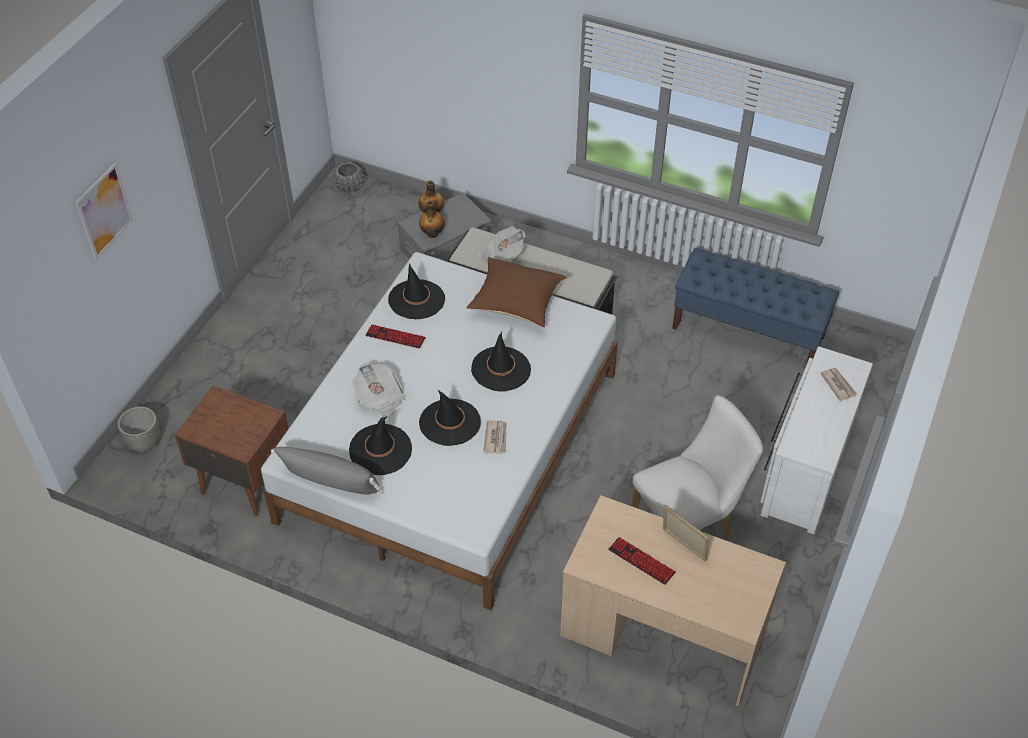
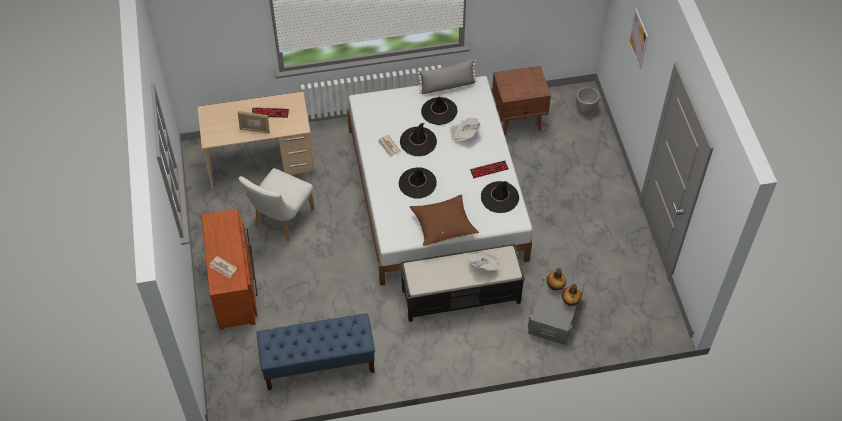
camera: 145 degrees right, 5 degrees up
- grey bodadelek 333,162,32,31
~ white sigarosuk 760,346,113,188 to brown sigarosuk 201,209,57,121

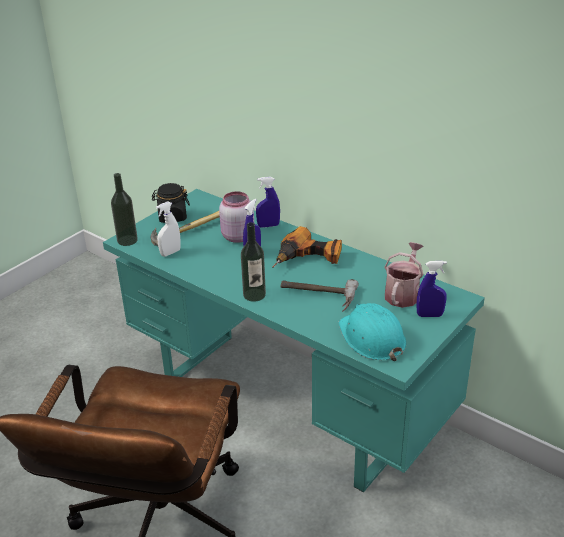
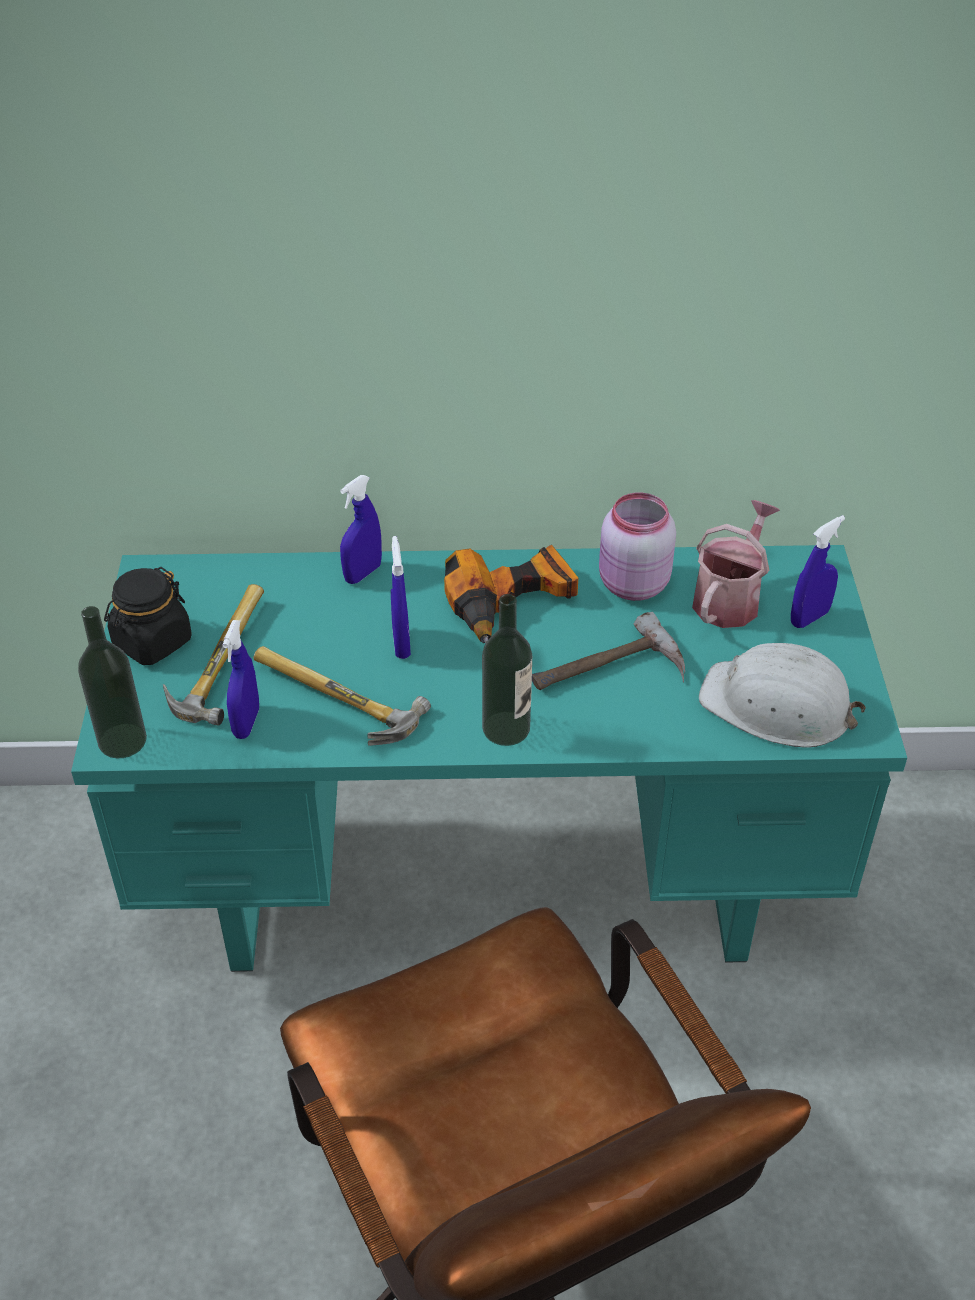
camera: 40 degrees left, 10 degrees up
~ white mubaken 156,201,25,56 to blue mubaken 223,620,36,119
~ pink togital 219,191,35,52 to 599,492,77,109
~ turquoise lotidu 338,303,68,58 to white lotidu 699,643,167,105
~ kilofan 384,242,40,66 = 692,500,88,128 45 degrees clockwise
+ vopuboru 254,646,177,100

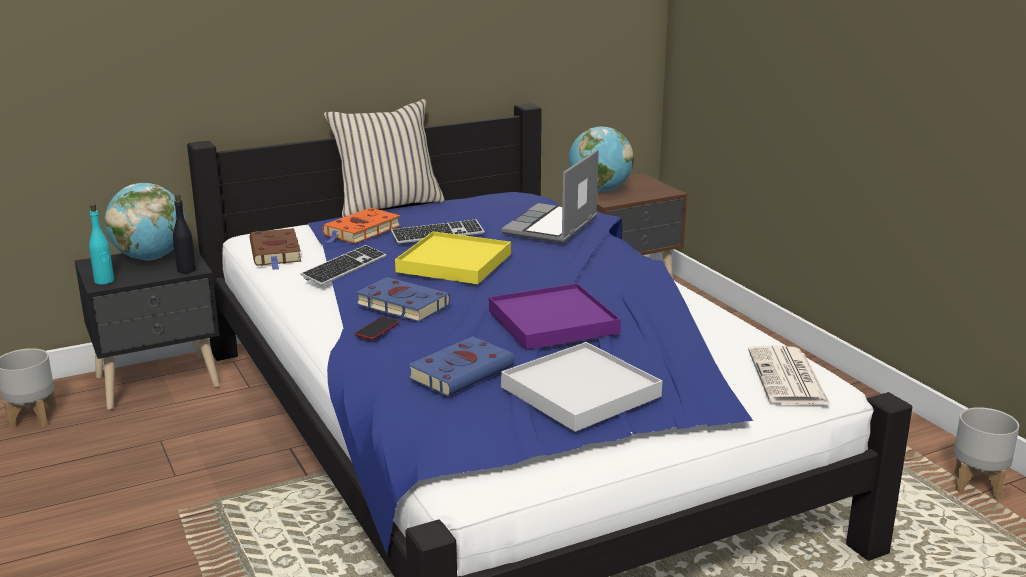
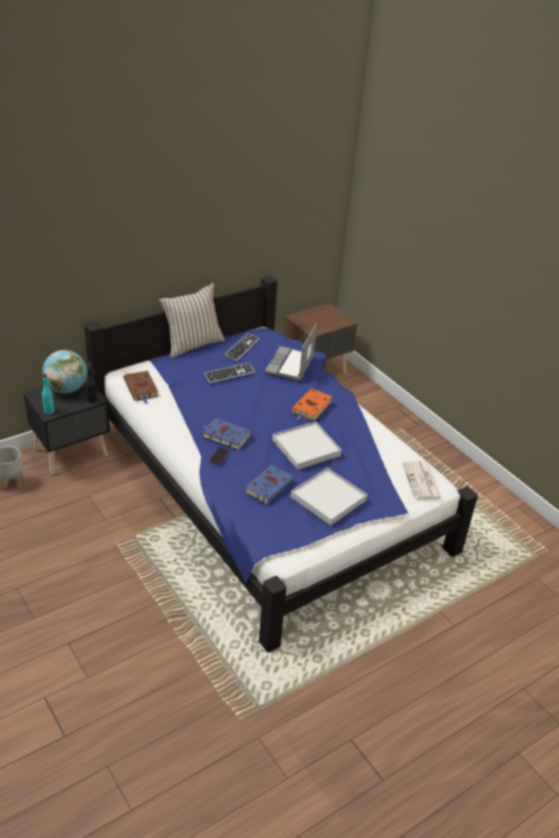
camera: 10 degrees left, 15 degrees up
~ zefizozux 300,245,87,40 to 225,333,34,28
~ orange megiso 322,208,79,36 to 291,389,41,32
- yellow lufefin 395,231,116,53
~ purple lufefin 489,283,132,67 to white lufefin 272,421,70,49
- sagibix 569,127,65,65
- grey bodadelek 954,407,65,93

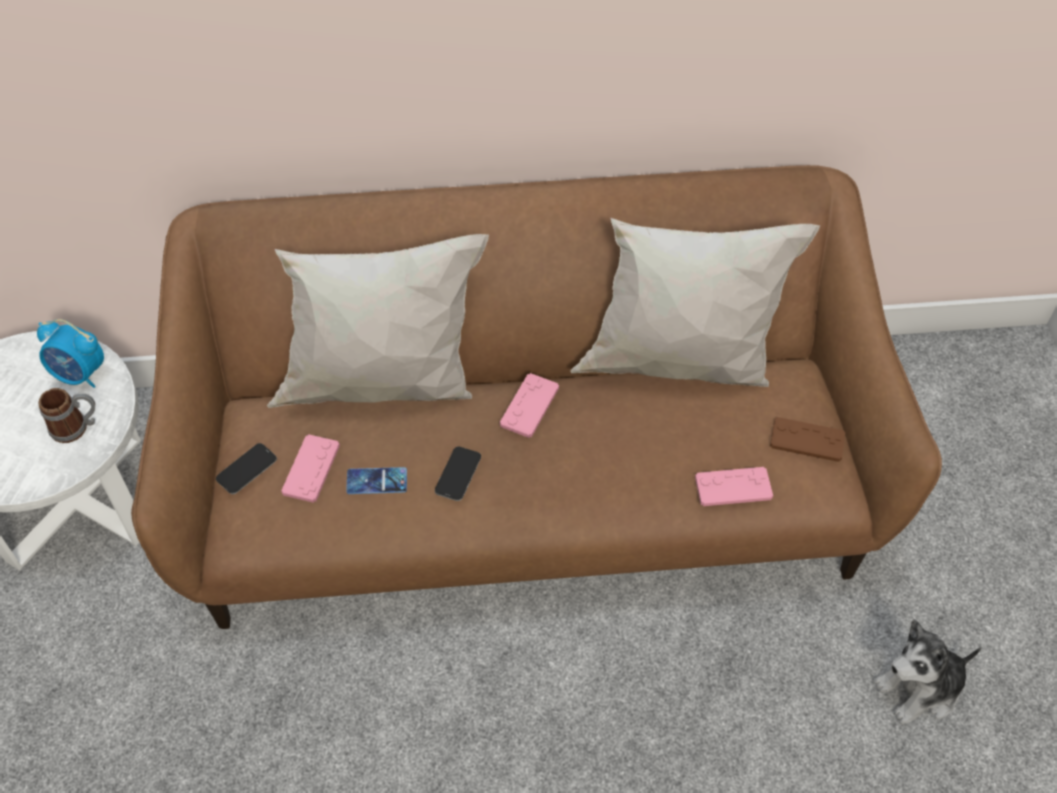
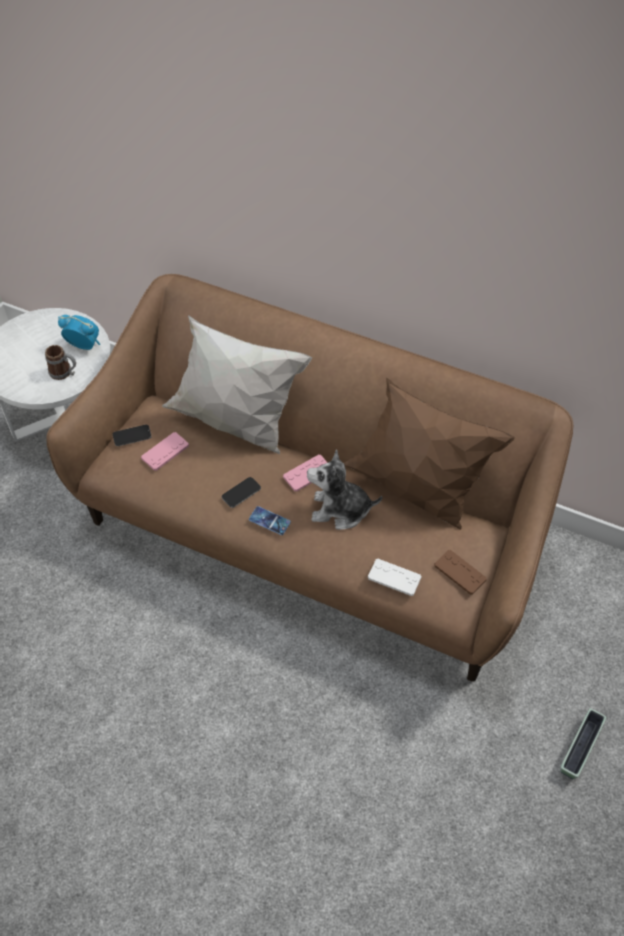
camera: 30 degrees right, 0 degrees up
~ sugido 37,319,67,69 = 58,315,42,35 150 degrees clockwise
~ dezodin 346,467,61,27 to 249,506,42,29
~ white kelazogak 570,218,250,169 to brown kelazogak 343,377,172,153
~ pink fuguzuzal 695,467,78,39 to white fuguzuzal 368,559,53,37
~ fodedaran 874,619,108,106 to 307,449,76,81
+ bodadelek 560,708,47,71

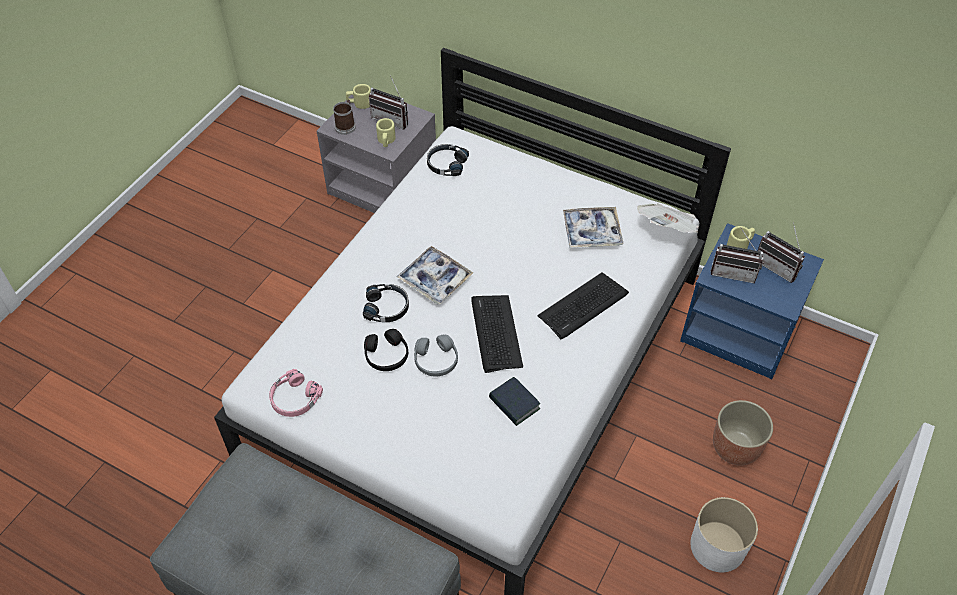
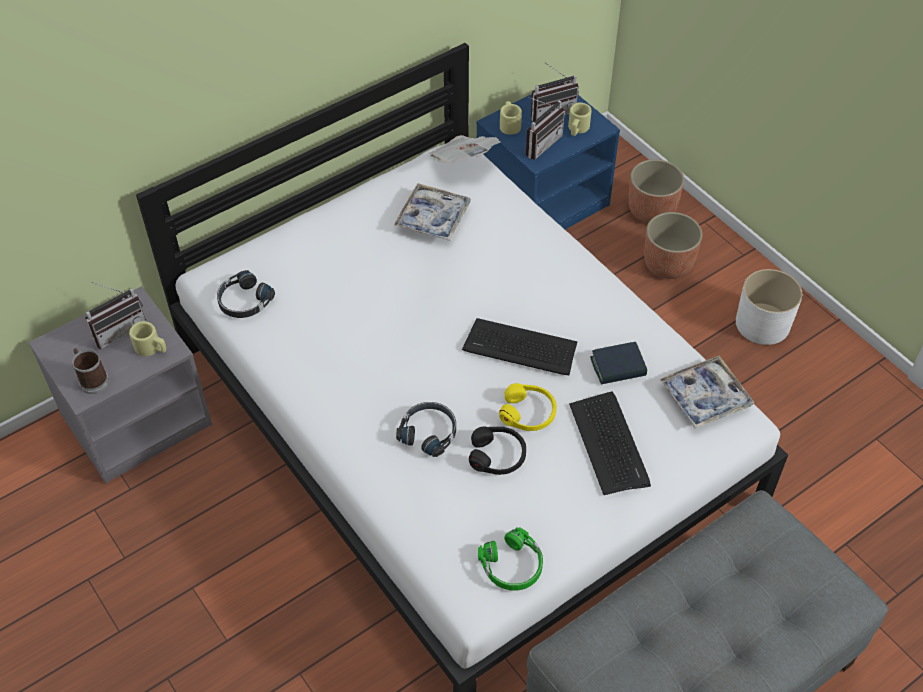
camera: 65 degrees left, 0 degrees up
~ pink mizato 269,369,54,48 to green mizato 478,527,65,64
~ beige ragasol 346,84,25,25 to 568,103,24,33
~ lufefin 397,246,76,58 to 660,355,95,74
~ grey mizato 414,334,44,43 to yellow mizato 499,383,58,48
~ zefizozux 538,272,91,67 to 569,391,82,104
+ bodadelek 628,159,56,64

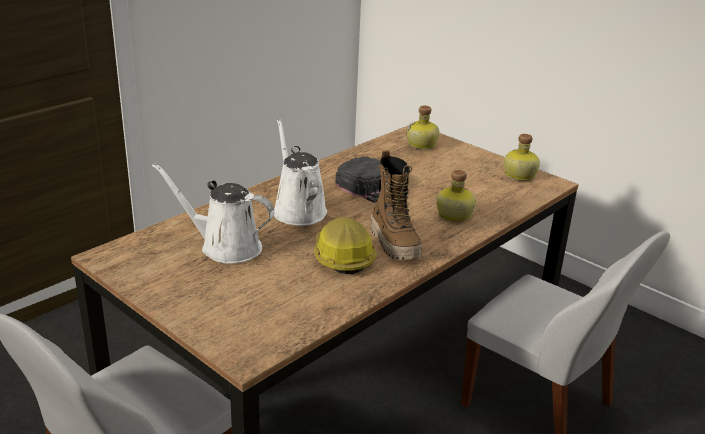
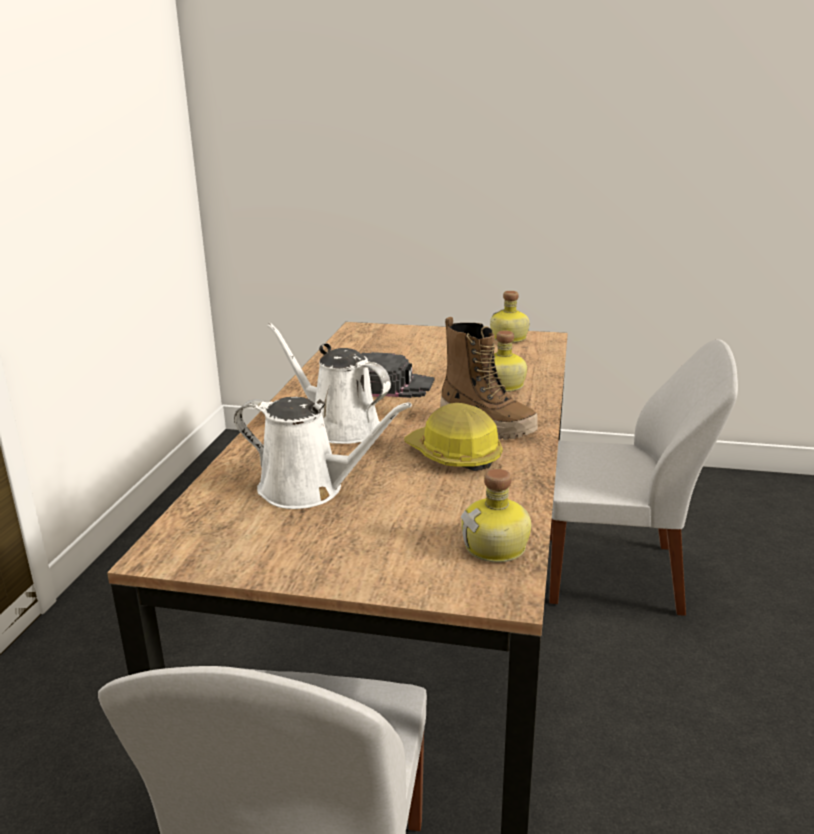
camera: 30 degrees left, 5 degrees down
~ white kilofan 152,163,123,101 = 234,397,178,112 150 degrees counterclockwise
~ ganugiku 406,105,34,44 to 461,469,70,93

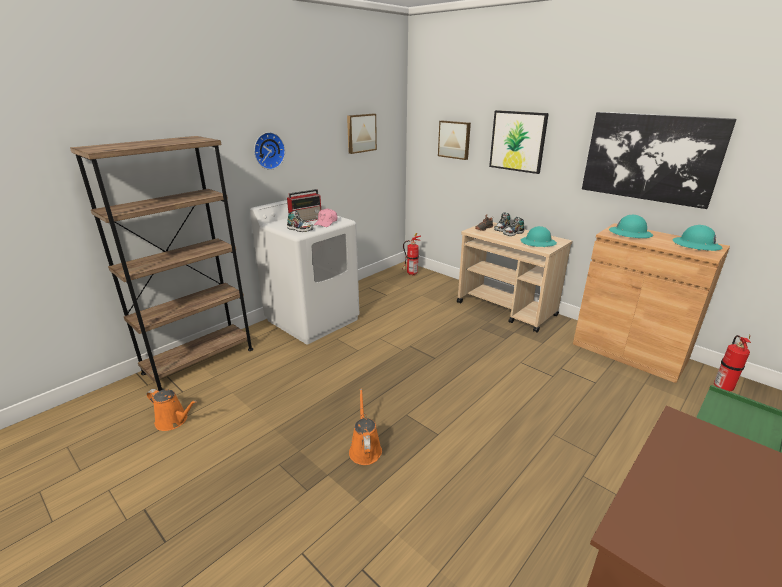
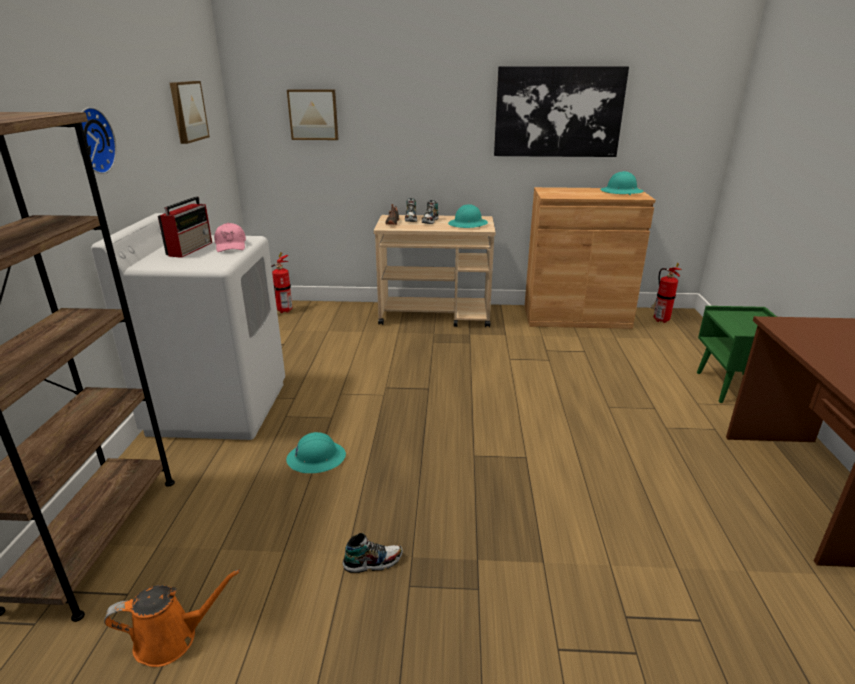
camera: 40 degrees left, 0 degrees up
~ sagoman 287,210,26,22 to 343,533,60,40
- orange kilofan 349,388,33,77
- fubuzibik 489,110,60,64
~ turquoise lotidu 609,215,44,23 to 286,432,60,41

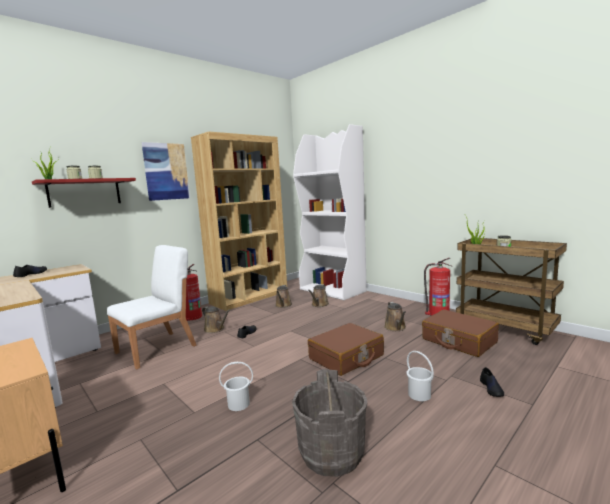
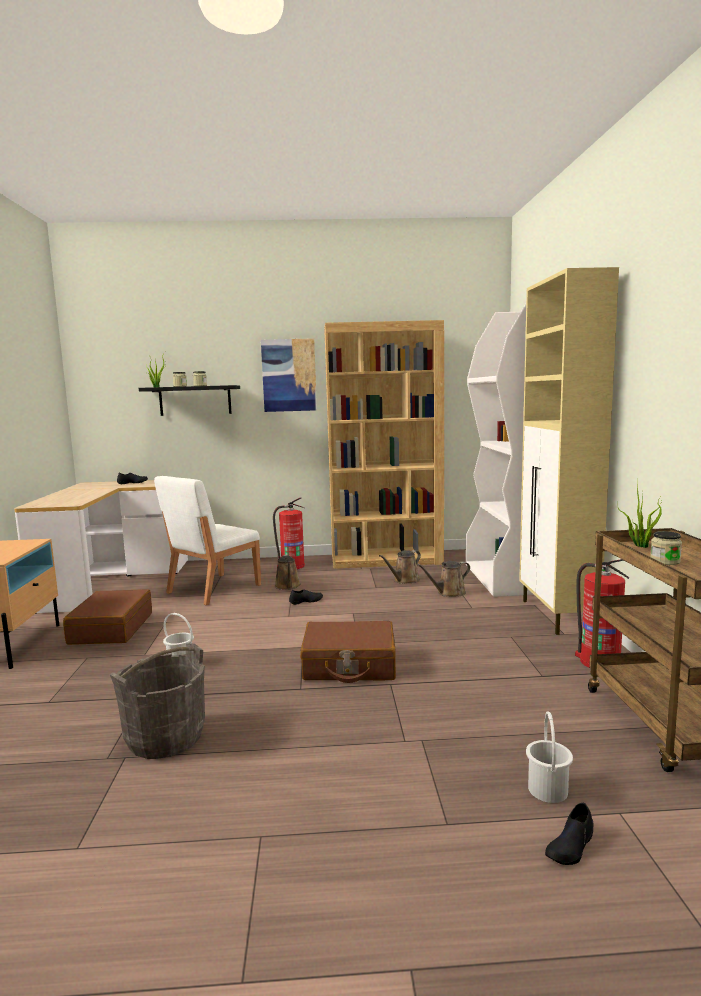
camera: 40 degrees right, 0 degrees up
~ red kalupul 32,178,104,30 to black kalupul 139,385,101,31
~ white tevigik 107,245,90,125 = 154,476,107,129 135 degrees clockwise
- brown kilofan 384,302,22,29
~ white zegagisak 406,351,28,50 to 526,712,47,91
~ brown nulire 422,309,77,48 to 63,589,89,56
~ black sagoman 480,367,24,30 to 545,802,49,63
+ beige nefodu 519,267,100,368

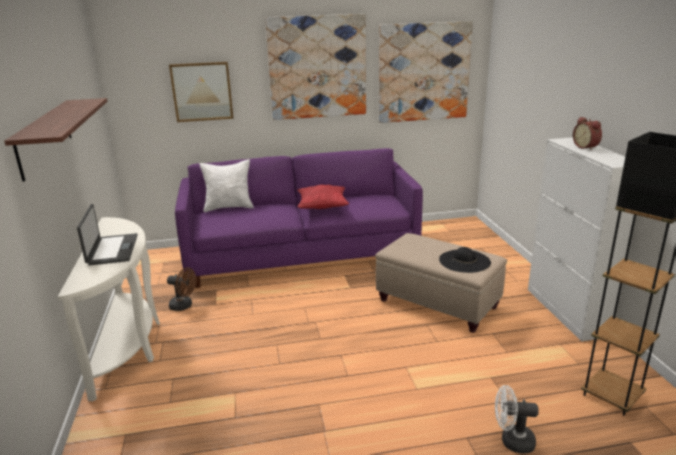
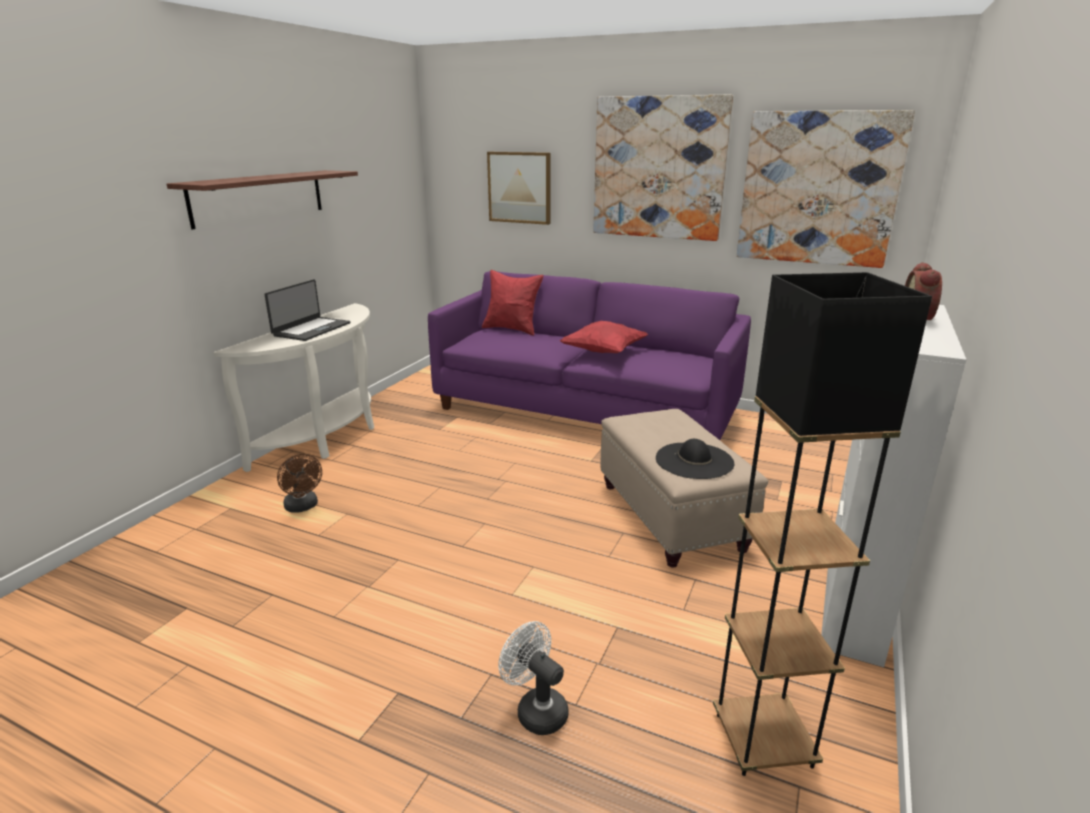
camera: 35 degrees right, 0 degrees up
~ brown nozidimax 167,268,29,43 to 277,454,45,59
~ white kelazogak 200,159,54,53 to red kelazogak 482,270,62,65

